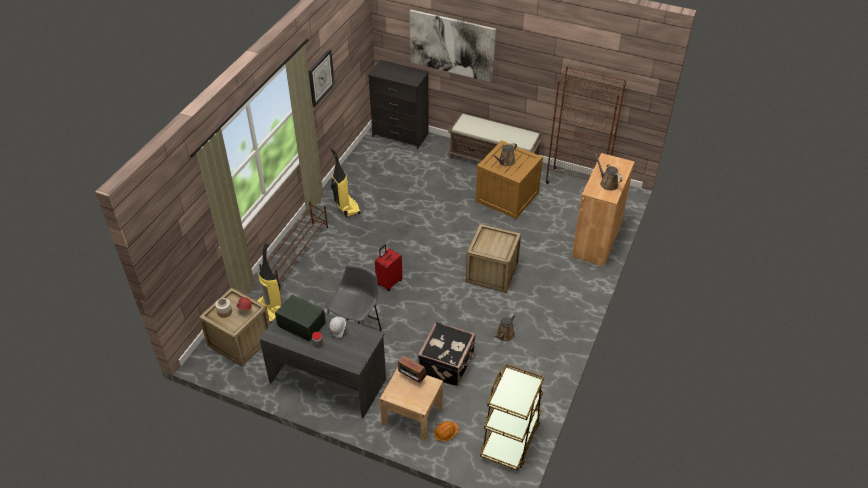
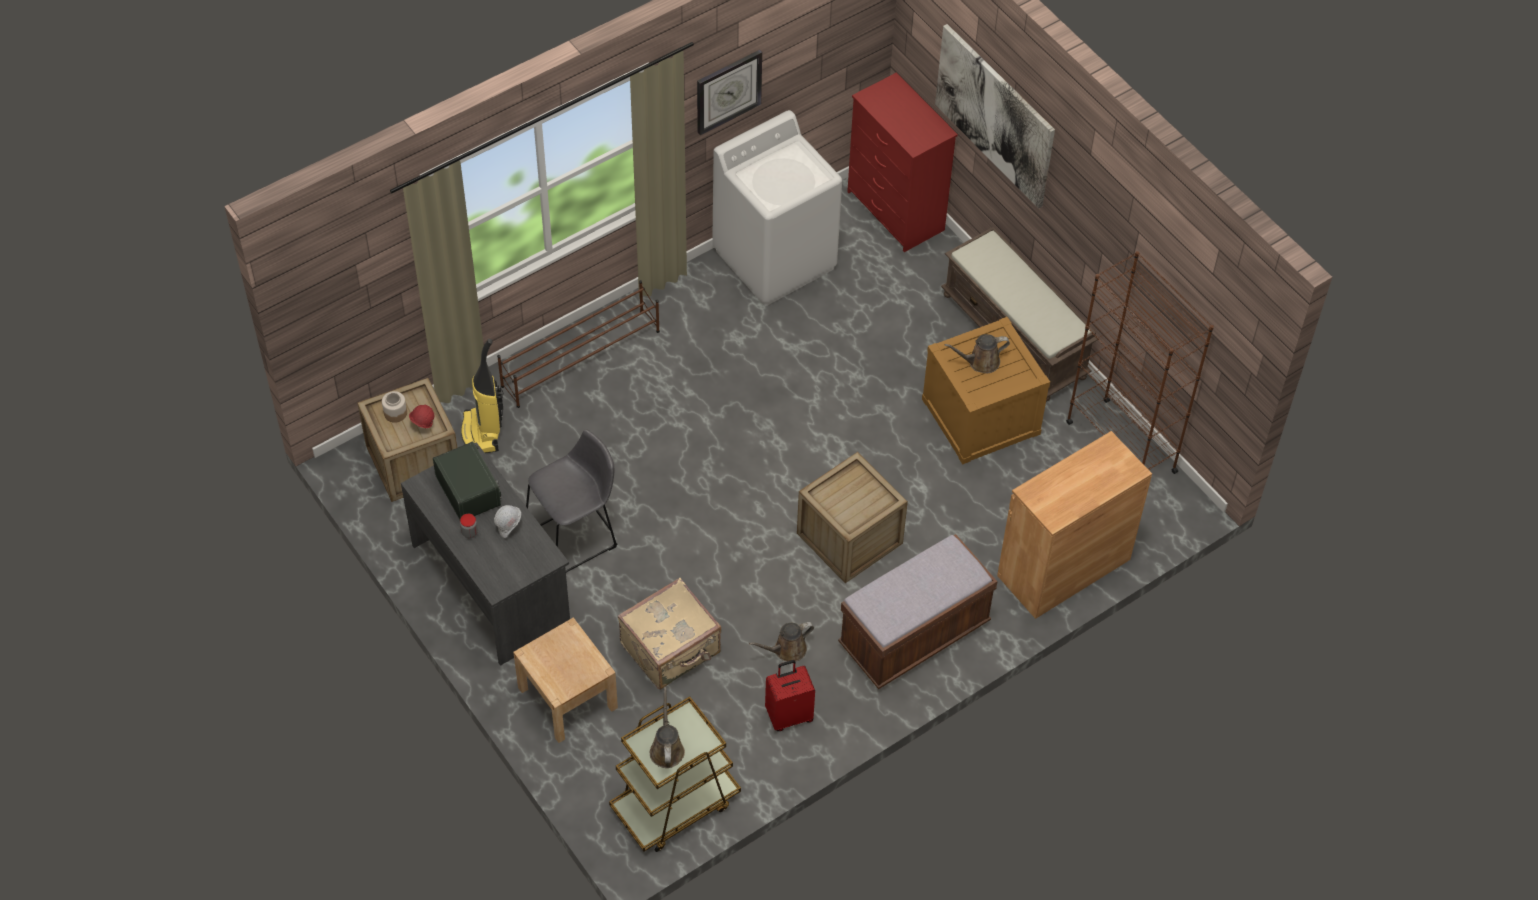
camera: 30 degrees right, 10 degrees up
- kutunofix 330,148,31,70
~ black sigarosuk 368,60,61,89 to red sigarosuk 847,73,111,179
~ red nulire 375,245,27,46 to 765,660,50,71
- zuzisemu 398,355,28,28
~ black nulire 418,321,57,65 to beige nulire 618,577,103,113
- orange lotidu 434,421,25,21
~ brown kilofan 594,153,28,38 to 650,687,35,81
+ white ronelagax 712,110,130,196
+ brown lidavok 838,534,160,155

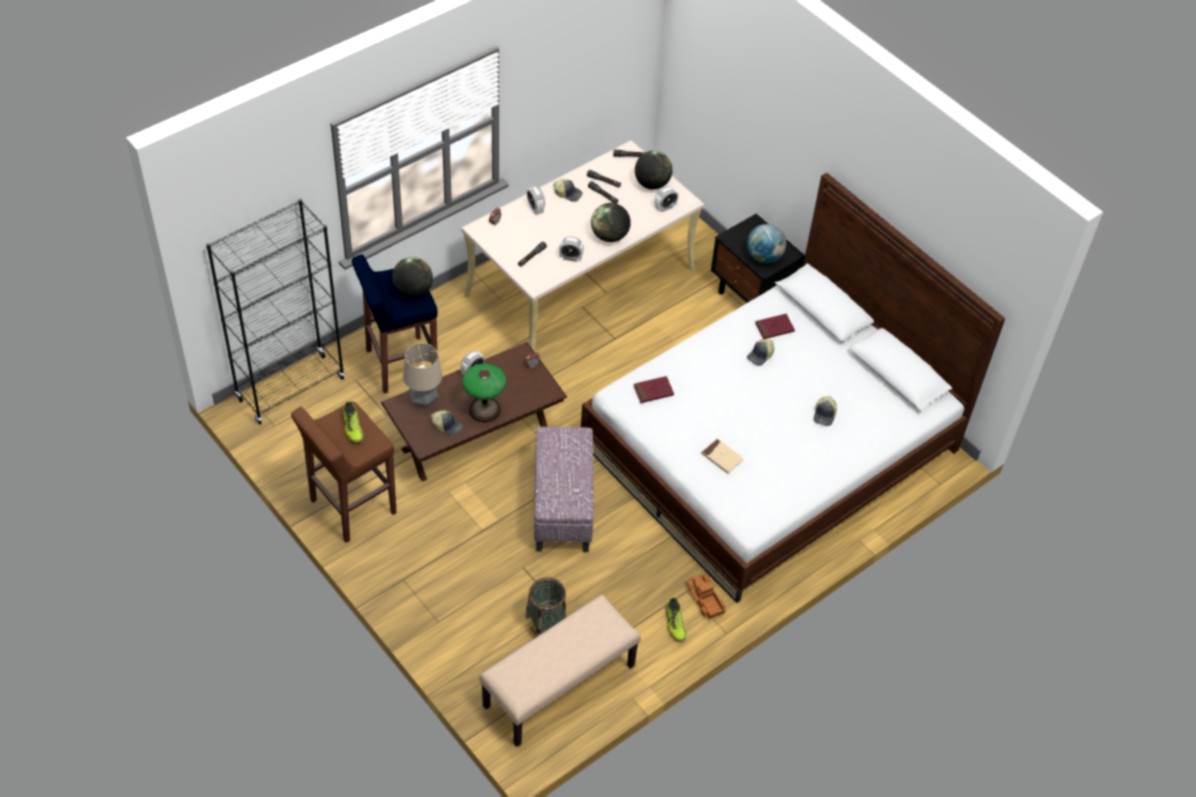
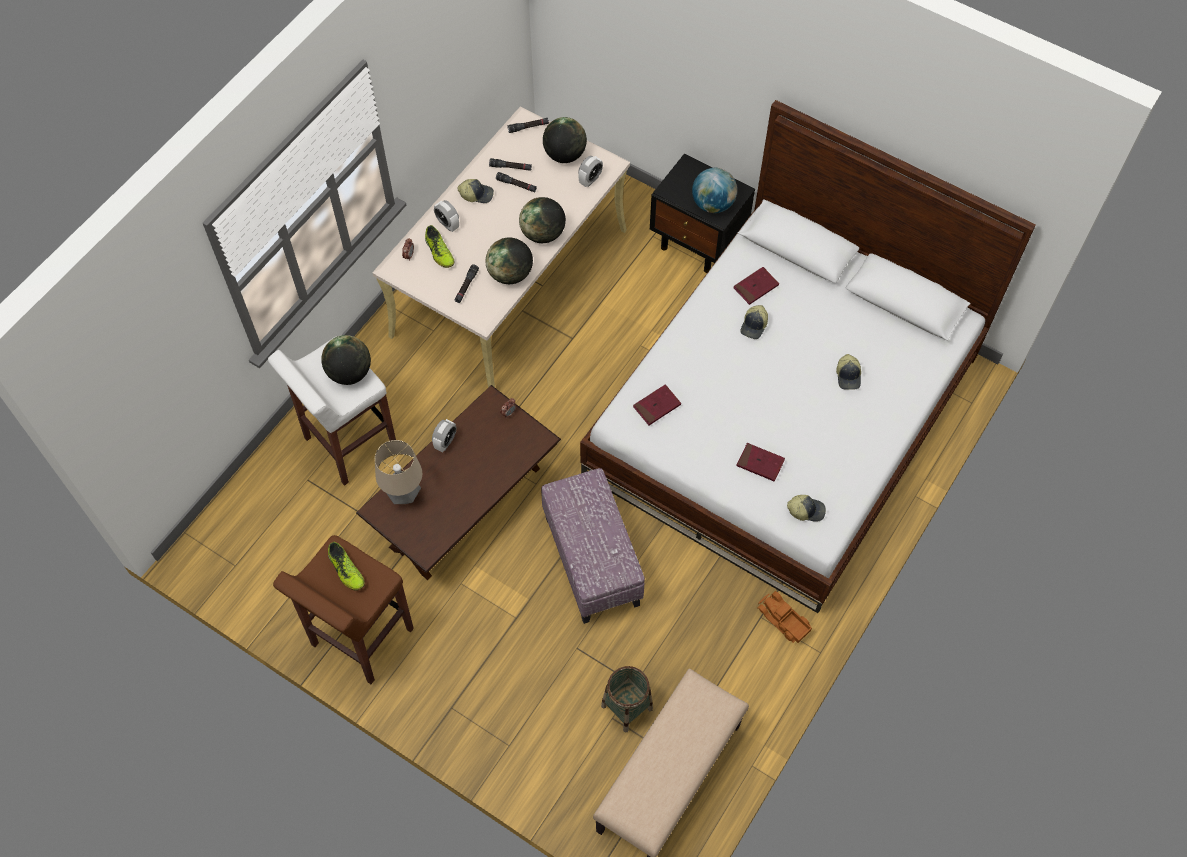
camera: 15 degrees left, 10 degrees up
- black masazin 206,199,139,225
~ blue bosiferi 352,254,86,139 to white bosiferi 268,336,128,150
~ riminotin 431,410,32,26 to 787,495,39,27
- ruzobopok 462,363,45,60
~ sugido 559,236,25,26 to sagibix 486,237,47,47
~ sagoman 666,598,20,44 to 425,225,29,43
~ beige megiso 701,439,43,35 to red megiso 736,443,49,39

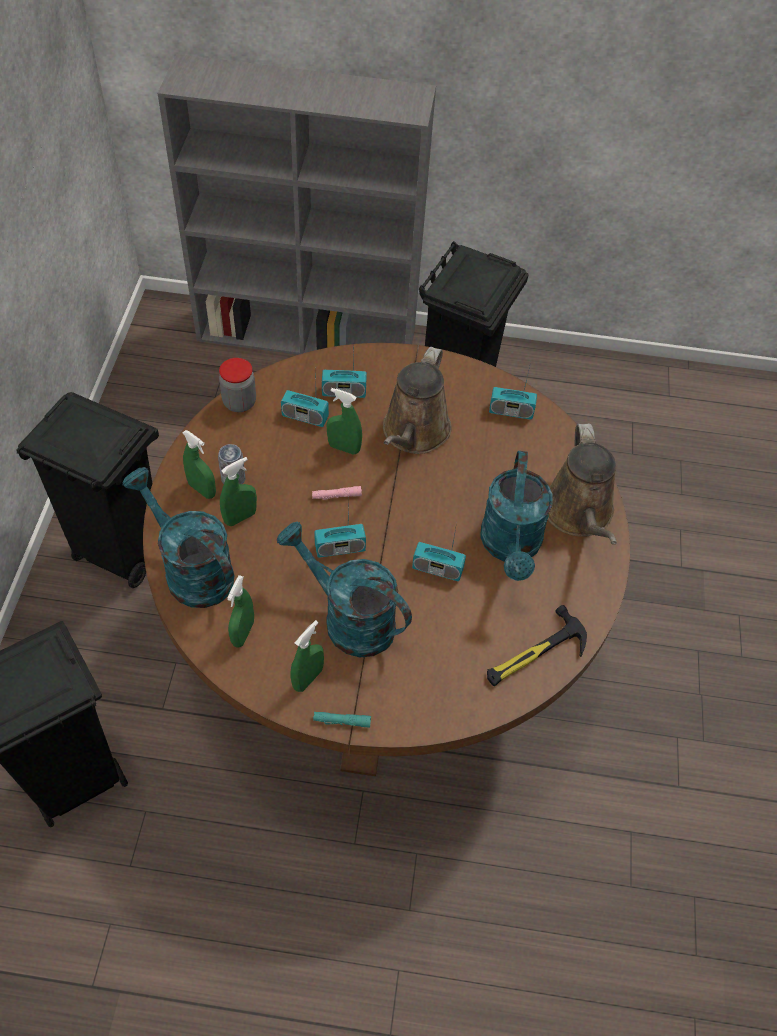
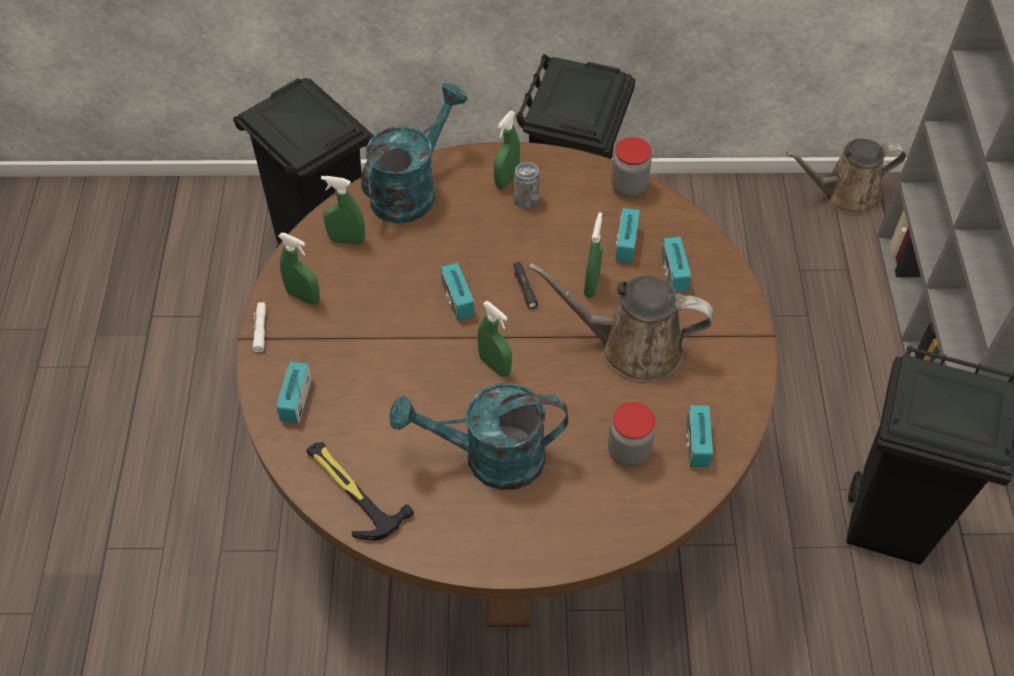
camera: 85 degrees right, 0 degrees up
~ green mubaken 220,457,37,69 to 478,301,34,76
- turquoise kilofan 277,522,135,135
~ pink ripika 312,486,50,14 to black ripika 514,262,24,47
~ turquoise ripika 313,712,58,15 to white ripika 253,302,13,50
~ zuzisemu 412,522,54,59 to 277,362,35,62
~ brown kilofan 548,424,69,120 to 786,139,120,75
+ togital 608,402,47,65

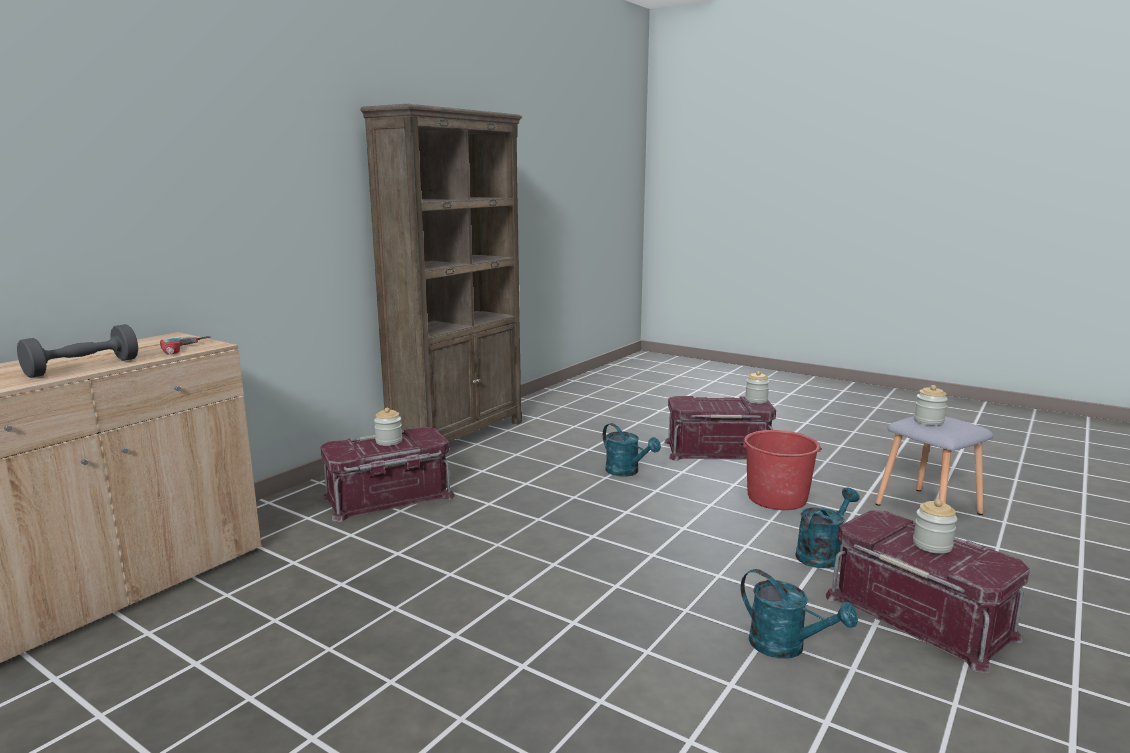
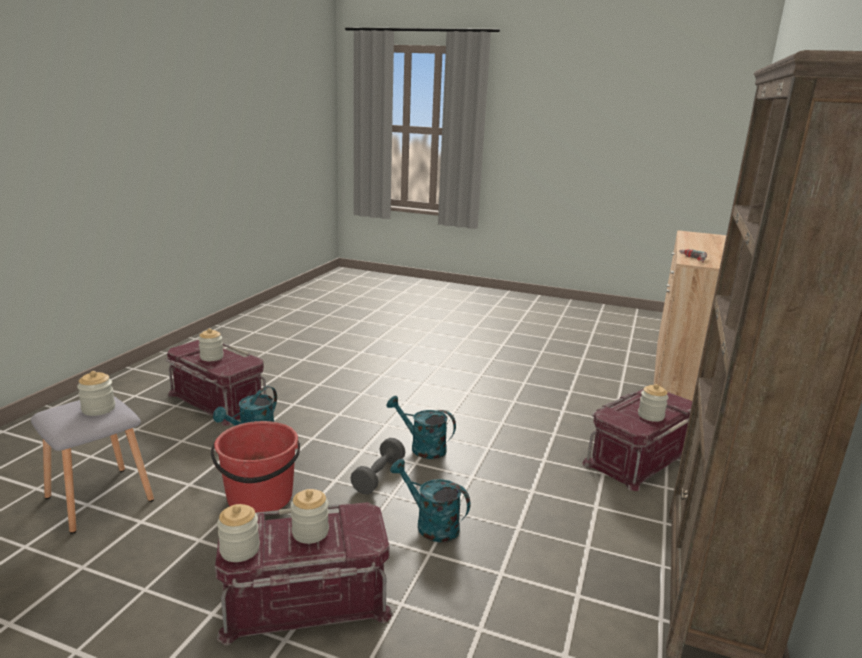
camera: 165 degrees right, 5 degrees up
~ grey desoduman 17,324,121,54 to 350,438,56,56
~ turquoise kilofan 740,569,118,90 to 386,396,70,63
+ togital 291,489,38,55

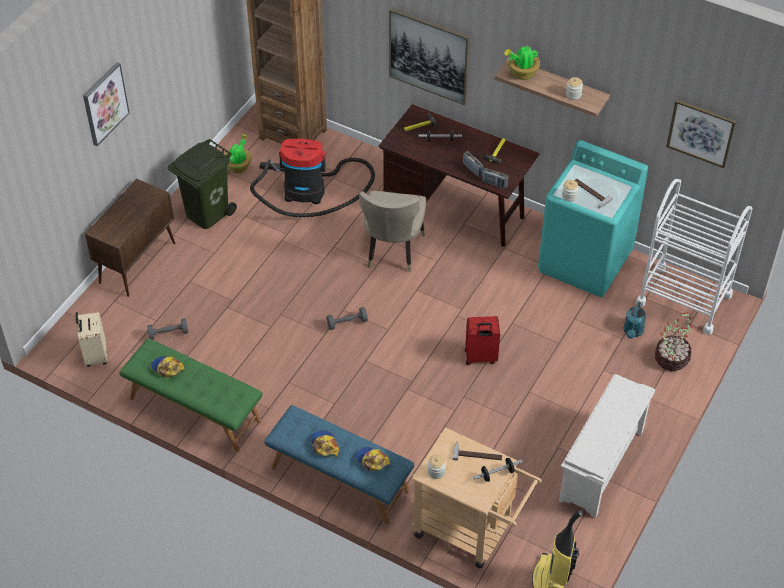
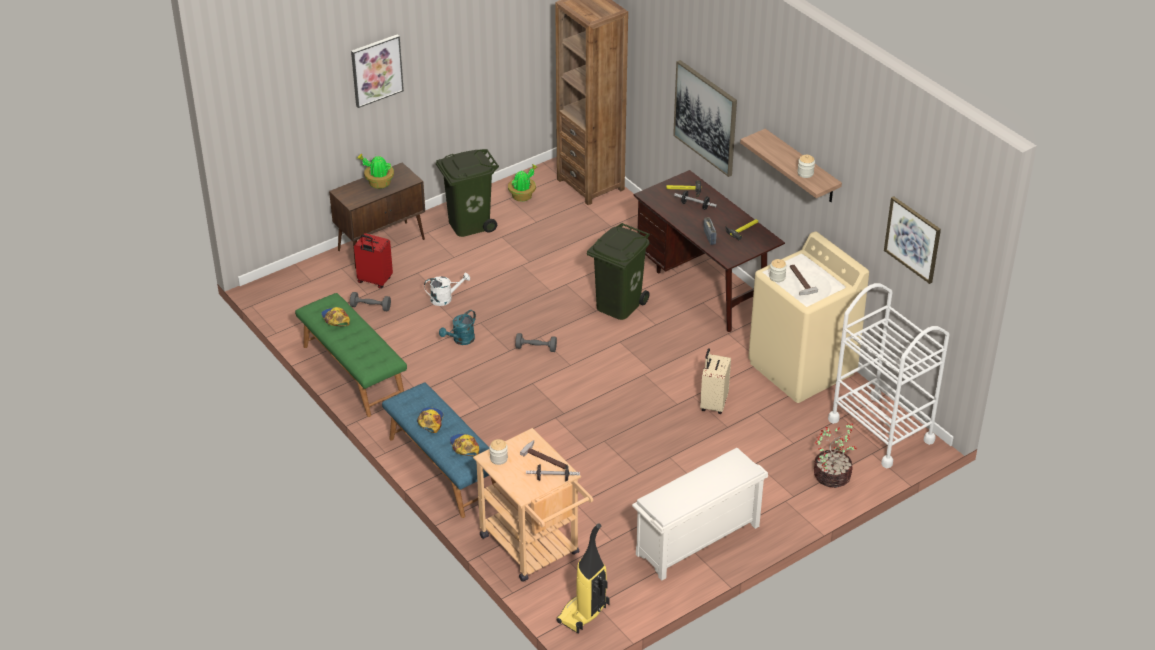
camera: 25 degrees right, 10 degrees down
~ beige nulire 76,312,31,55 to 700,348,31,66
- kutunofix 250,139,125,78
~ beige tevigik 359,191,67,81 to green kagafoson 587,223,63,97
~ red nulire 465,316,35,49 to 354,233,39,55
- zuzisemu 482,168,27,21
~ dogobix 505,46,35,34 to 357,154,37,35
~ turquoise ronelagax 538,140,110,157 to beige ronelagax 748,232,121,171
~ turquoise kilofan 624,301,22,38 to 439,310,37,35
+ white kilofan 424,273,46,33

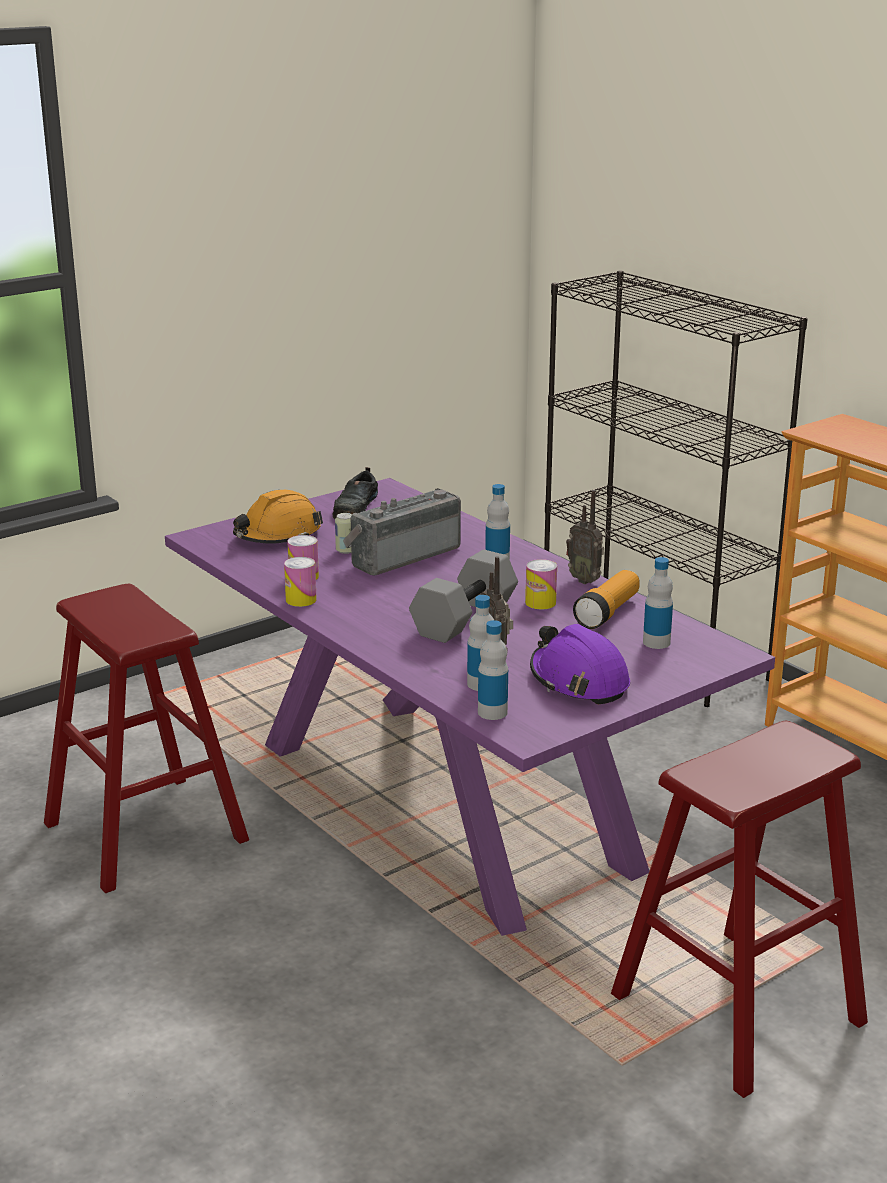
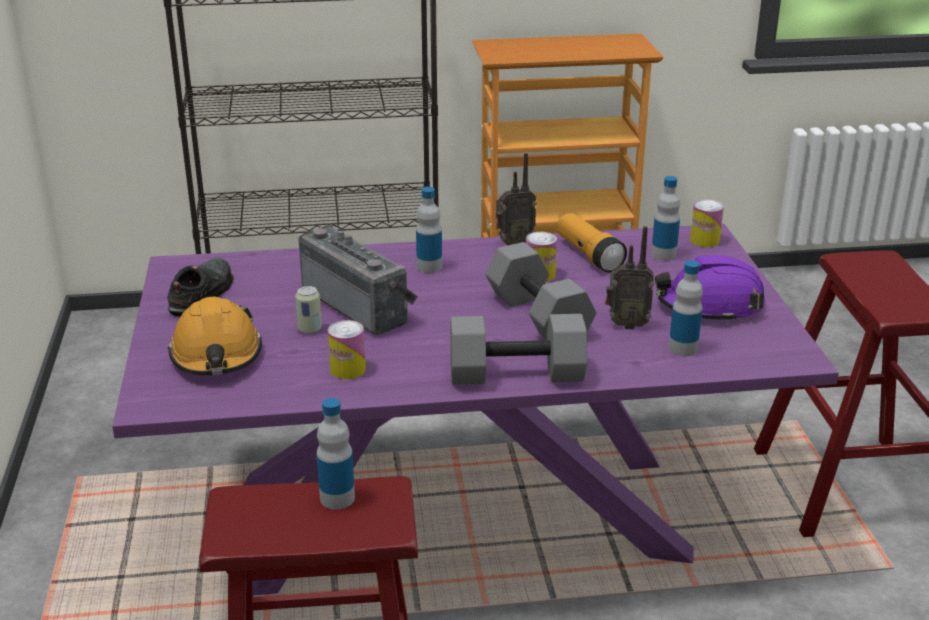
camera: 60 degrees left, 5 degrees up
~ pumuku 284,557,33,50 to 690,199,34,48
~ black sagoman 333,467,45,52 = 167,257,66,60 120 degrees counterclockwise
~ zuzisemu 343,488,118,87 = 298,225,120,110 150 degrees clockwise
~ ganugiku 478,620,30,100 to 317,398,38,112
+ grey desoduman 450,314,137,71

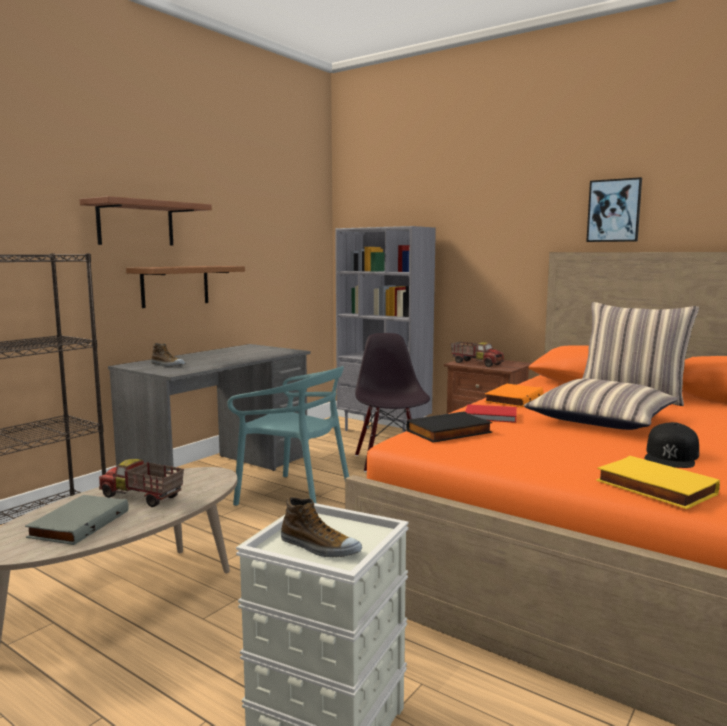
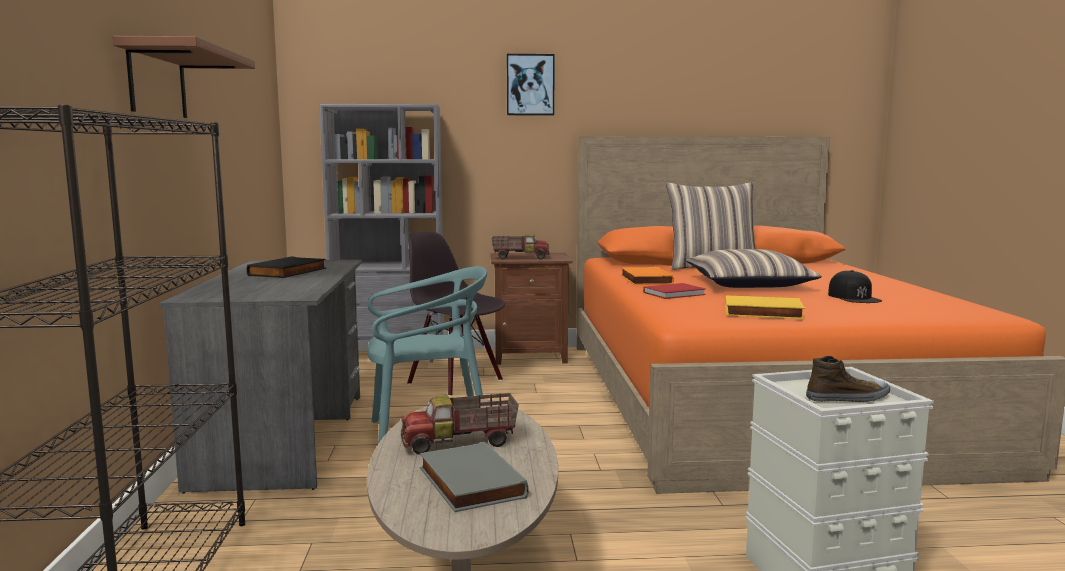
camera: 40 degrees left, 0 degrees up
- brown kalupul 126,266,119,42
- sagoman 151,343,34,24
~ black megiso 406,412,87,31 to 247,256,79,22
~ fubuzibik 586,177,56,65 to 507,54,48,62
~ yellow megiso 596,456,124,53 to 725,296,80,23

